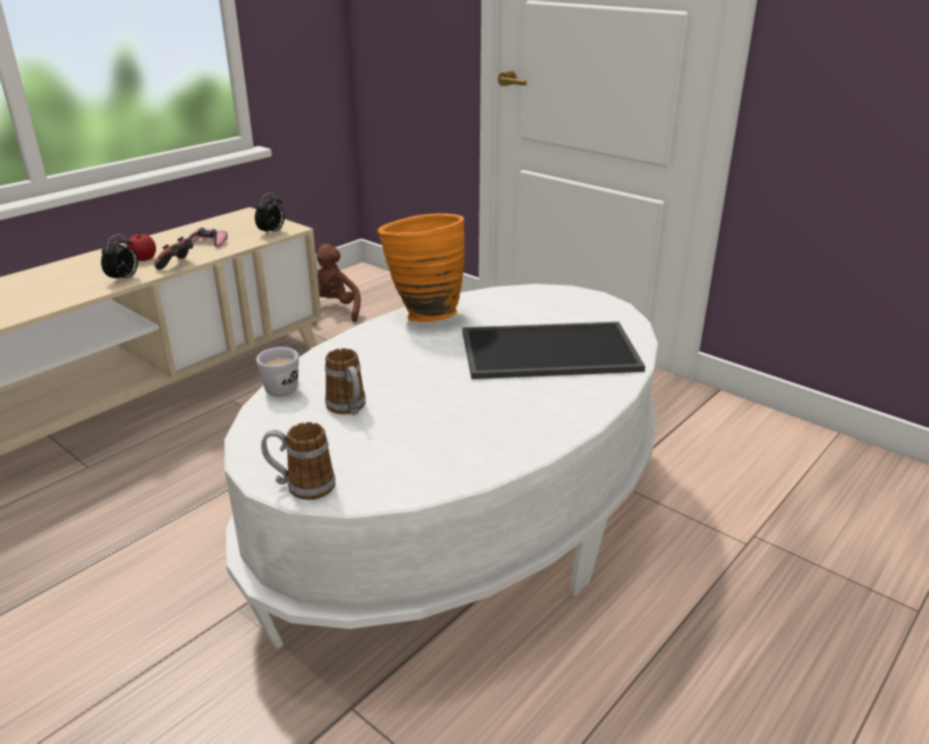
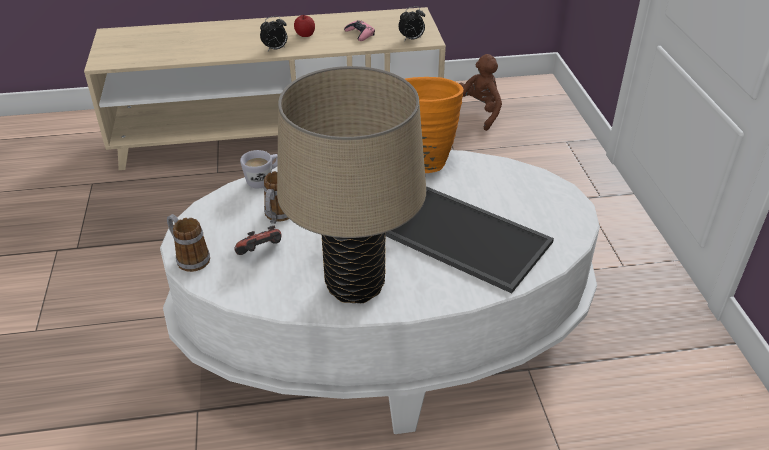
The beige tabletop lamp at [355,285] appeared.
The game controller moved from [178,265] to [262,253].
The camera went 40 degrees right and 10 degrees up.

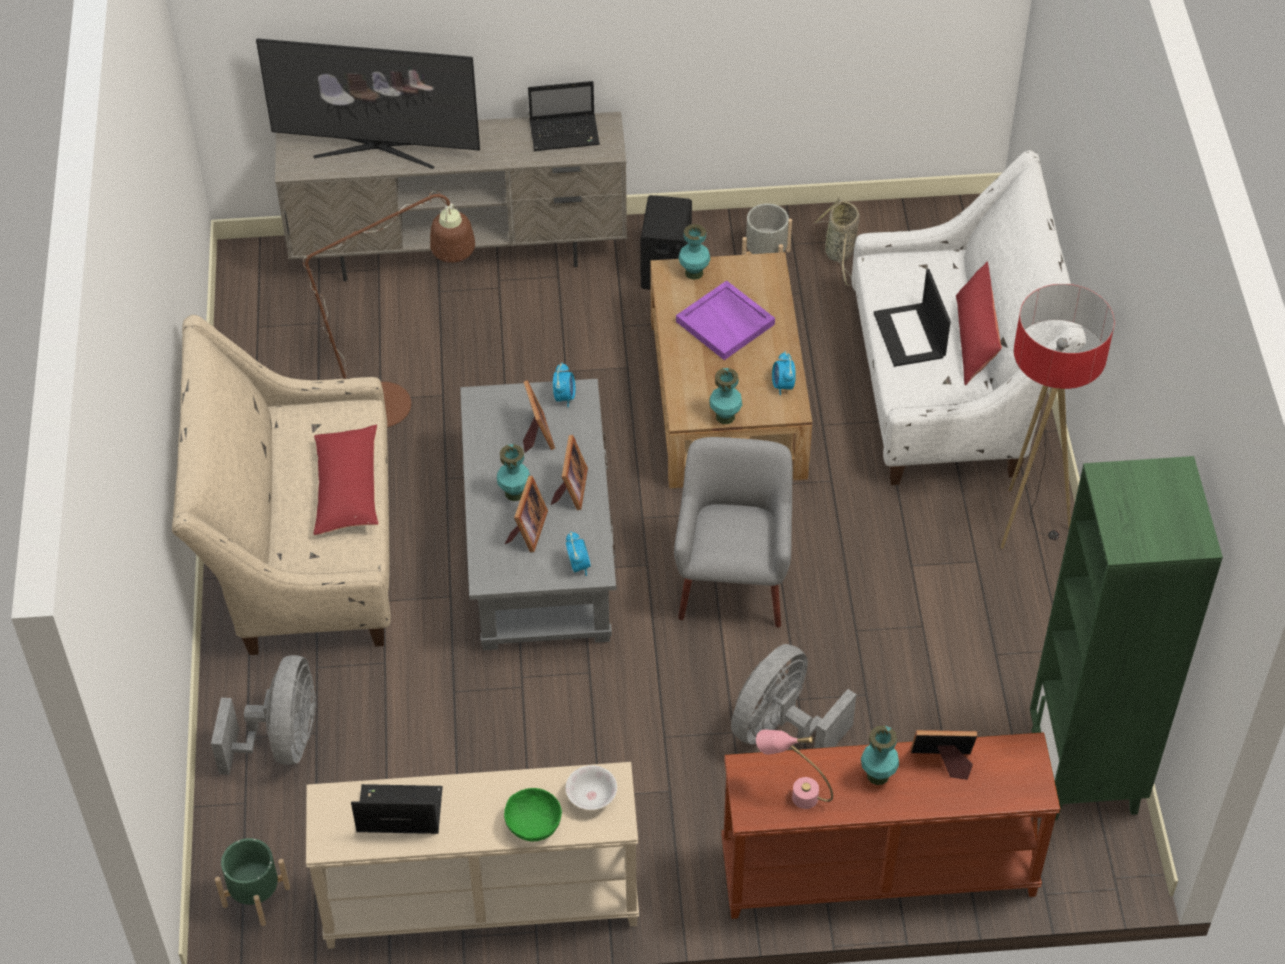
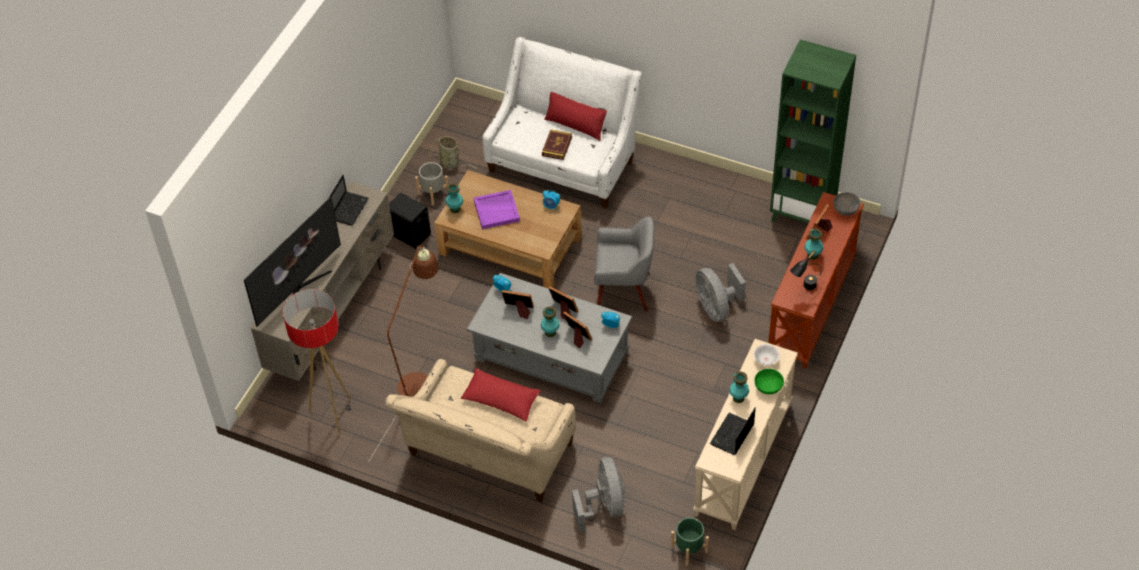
The grey deep dish at [846,209] appeared.
The turquoise-coloured flower vase moved from [725,417] to [738,398].
The standing lamp moved from [1027,522] to [333,414].
The notebook computer at [910,336] was replaced by the book at [557,146].
The pink tabletop lamp at [793,792] became the black tabletop lamp at [805,288].
The grey cooling fan at [282,741] turned 45 degrees clockwise.
The grey easy chair at [733,583] turned 150 degrees clockwise.
The camera went 60 degrees left and 0 degrees up.

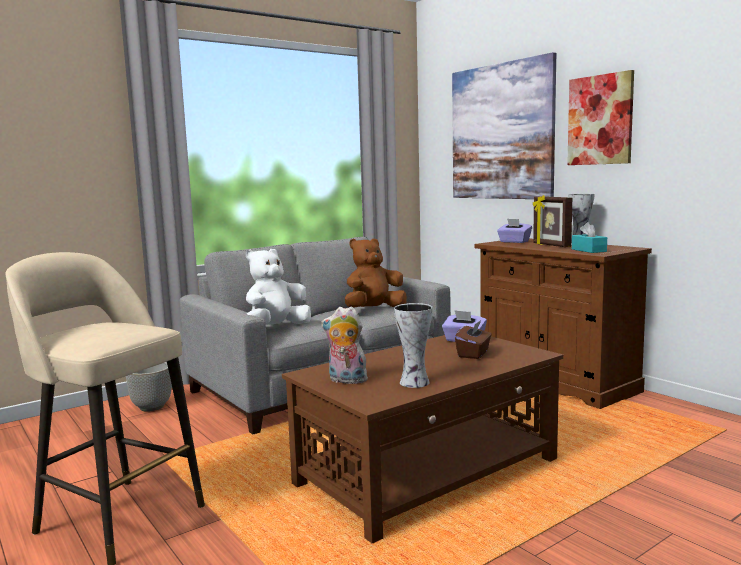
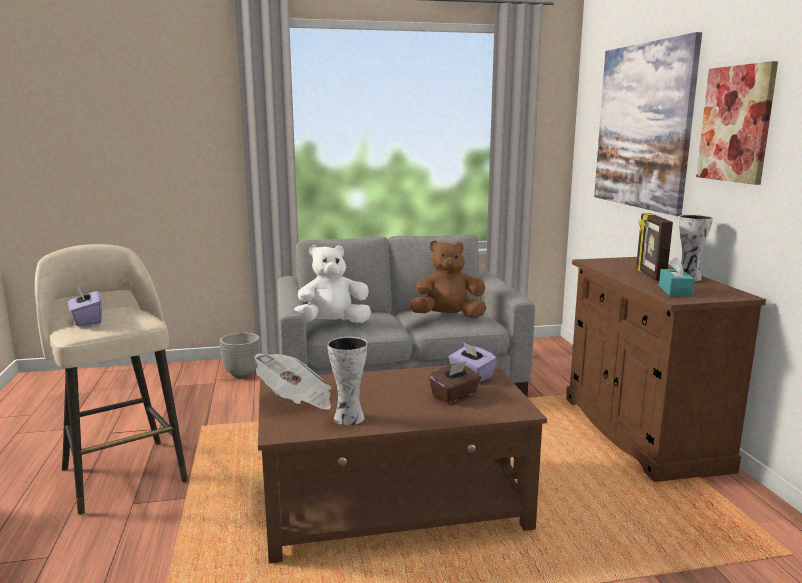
The purple-coloured box of tissues moved from [514,242] to [87,320].
The soft toy at [346,380] was replaced by the daily paper at [296,400].
The camera went 25 degrees right and 5 degrees up.

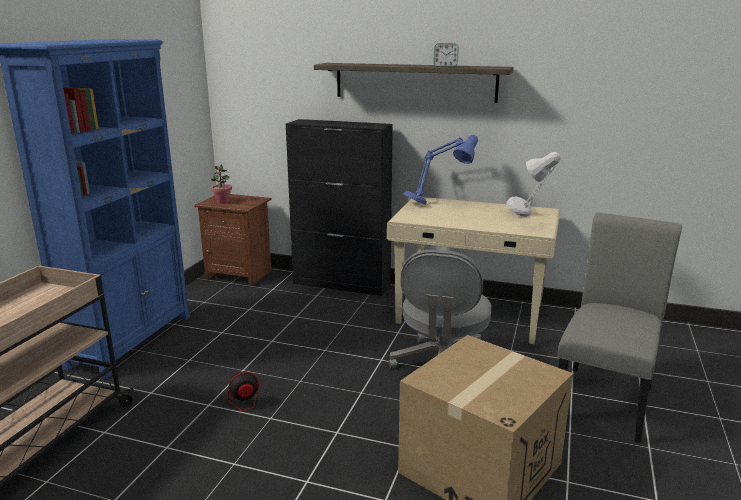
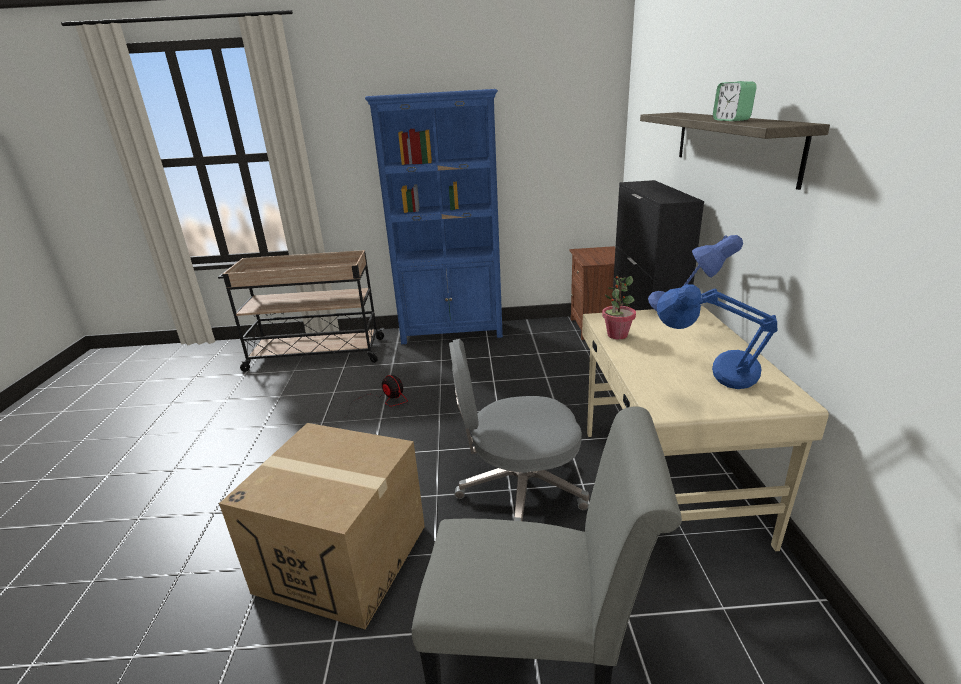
The potted plant moved from [222,202] to [617,335].
The grey tabletop lamp at [530,221] became the bluish tabletop lamp at [711,394].
The camera went 70 degrees right and 5 degrees up.

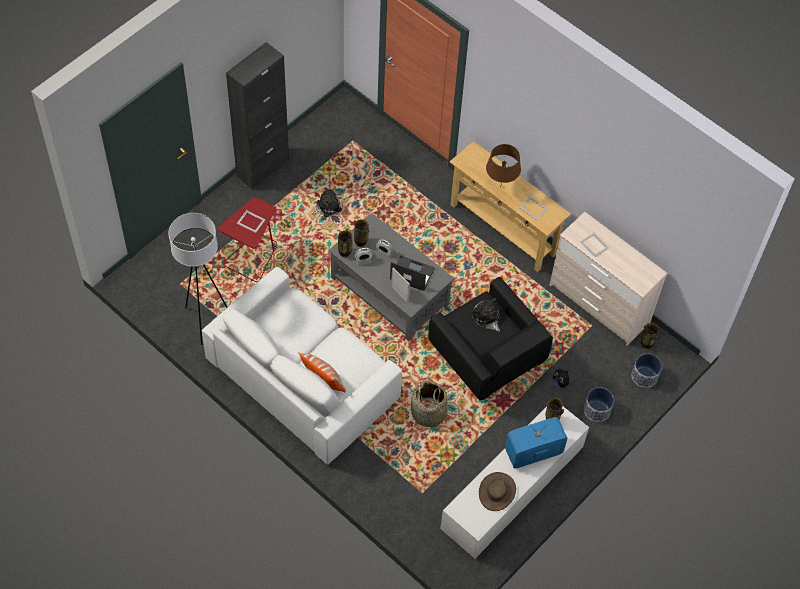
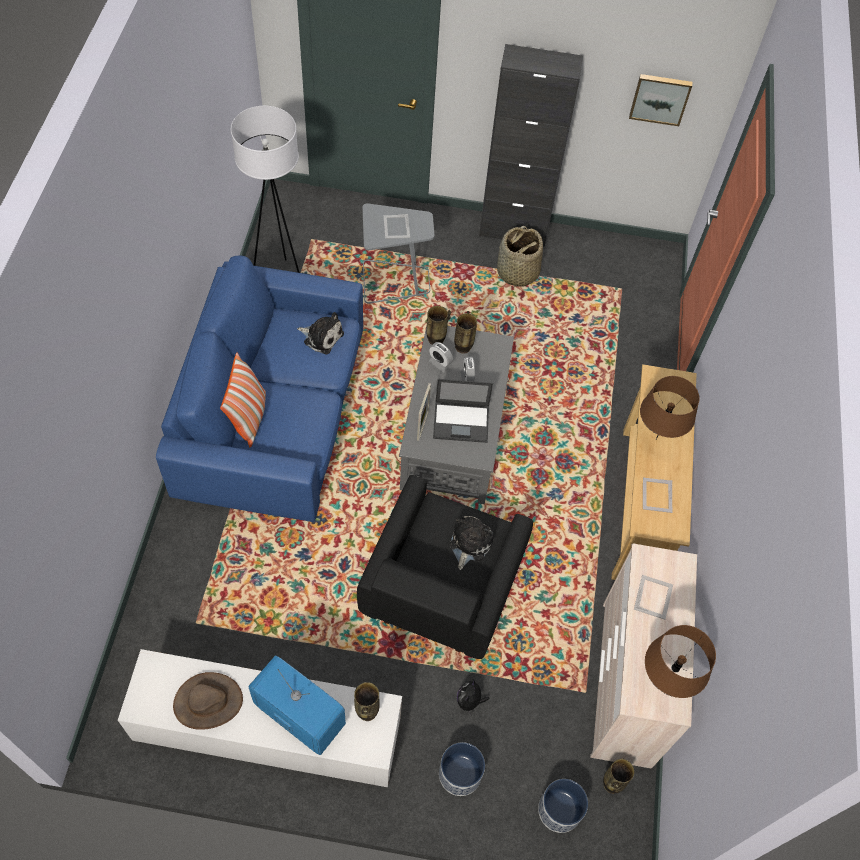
The wall picture at [660,98] appeared.
The brownish tabletop lamp at [663,684] appeared.
The soft toy moved from [327,207] to [321,337].
The household basket moved from [429,413] to [517,272].
The white-coloured couch at [303,378] became the bluish couch at [274,411].
The red-coloured accent table at [252,257] became the grey accent table at [394,281].
The notebook computer at [411,273] turned 105 degrees clockwise.
The camera went 55 degrees right and 0 degrees up.

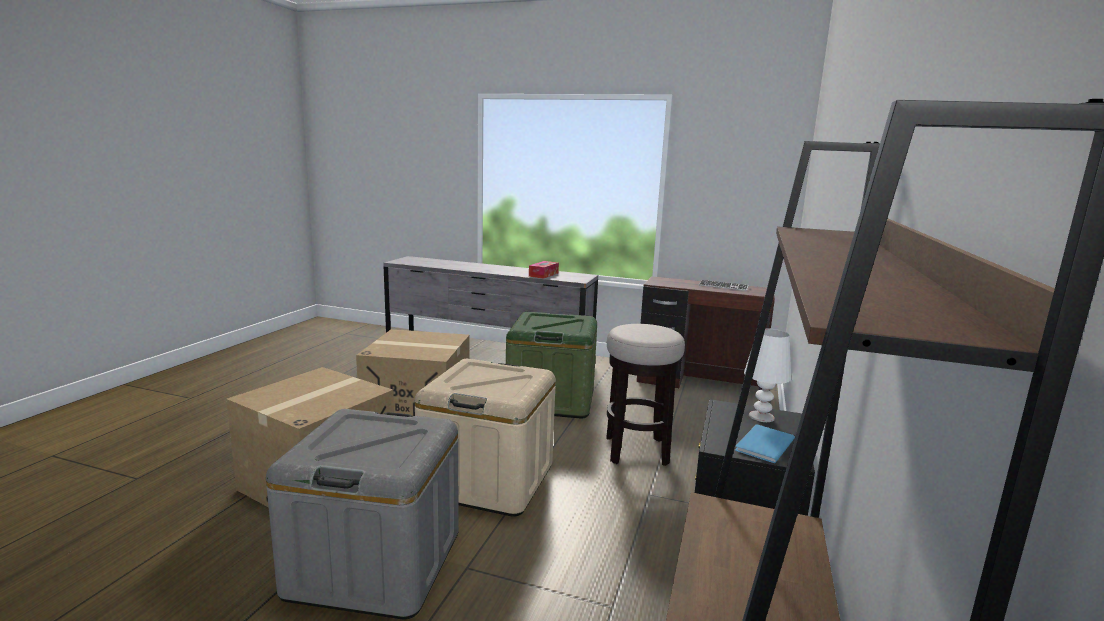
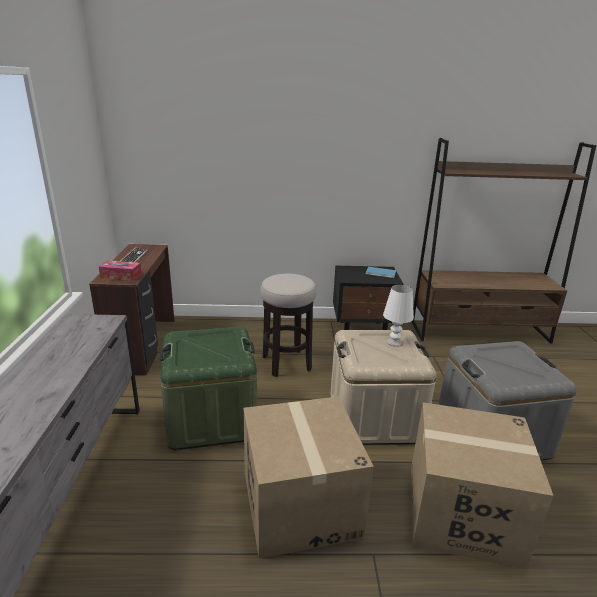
The box of tissues moved from [543,274] to [121,275].
The white-coloured tabletop lamp moved from [761,417] to [394,342].
The camera went 110 degrees left and 10 degrees up.

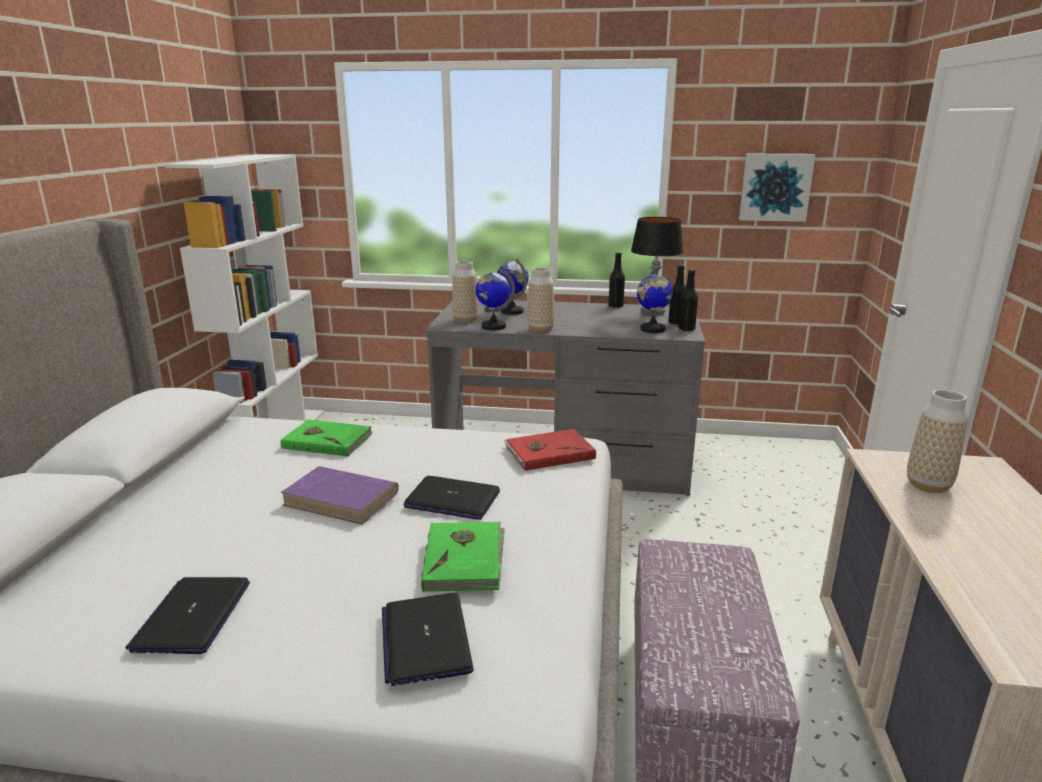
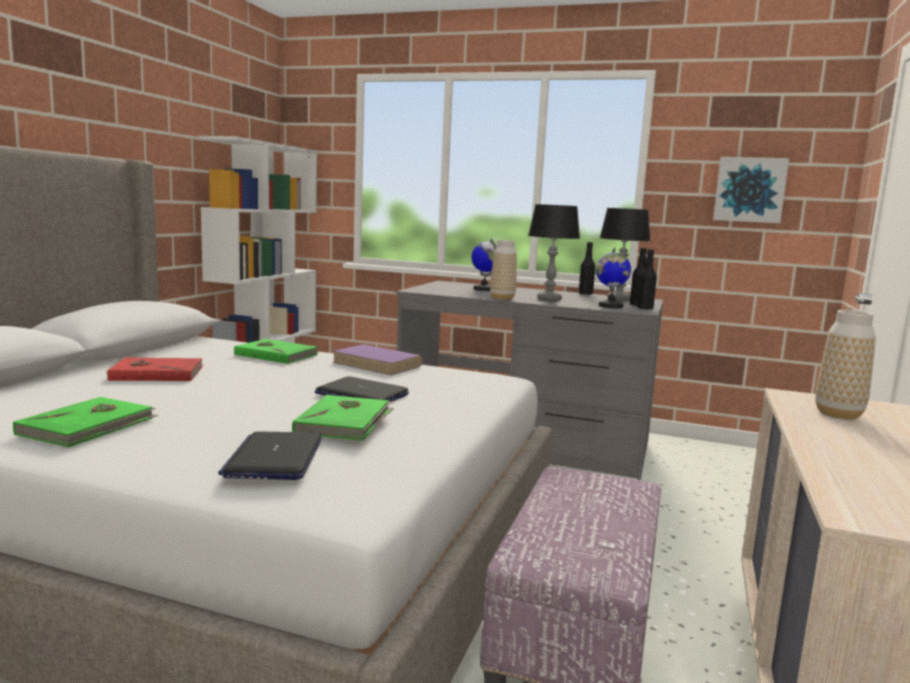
The flower vase at [465,320] disappeared.
The globe at [493,326] disappeared.
The tabletop lamp at [549,299] appeared.
The purple-coloured book moved from [342,499] to [378,364].
The red-coloured book moved from [549,452] to [156,373].
The notebook computer at [192,616] was replaced by the green book at [89,426].
The camera went 10 degrees right and 10 degrees down.

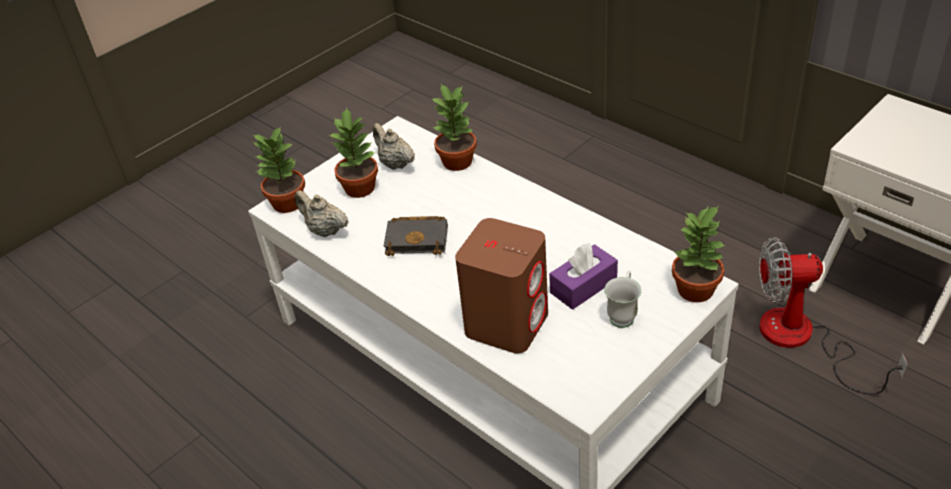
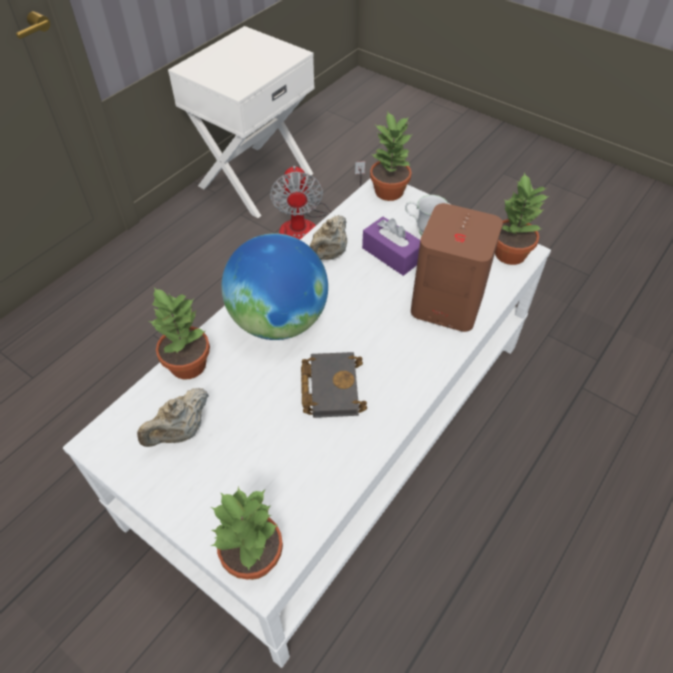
The globe at [278,321] appeared.
The beige pot for tea moved from [324,230] to [328,254].
The potted plant moved from [360,188] to [509,253].
The camera went 100 degrees left and 10 degrees up.

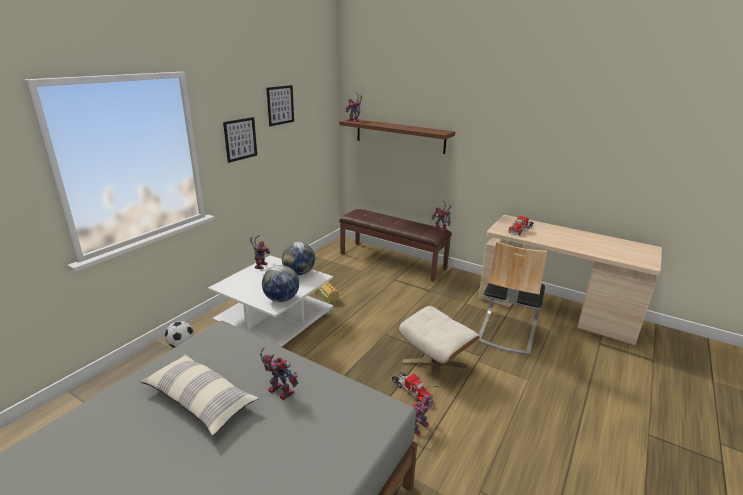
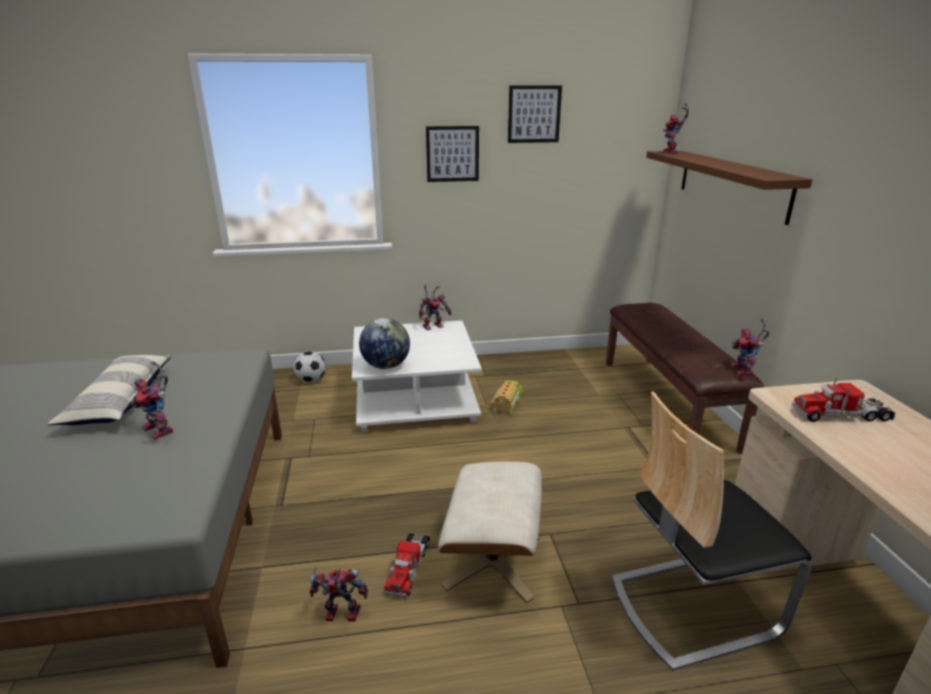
The globe at [299,273] disappeared.
The model robot at [278,391] turned 135 degrees clockwise.
The camera went 50 degrees right and 0 degrees up.

